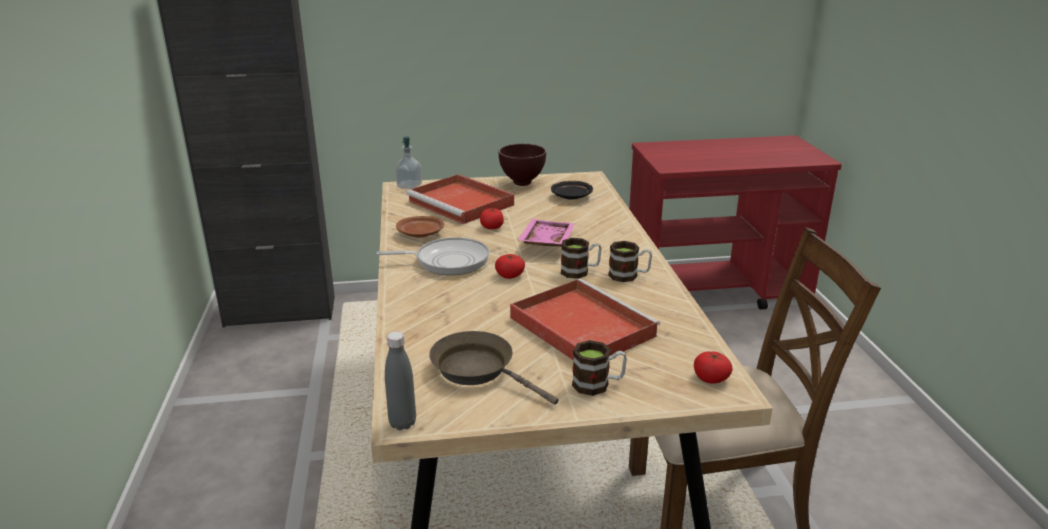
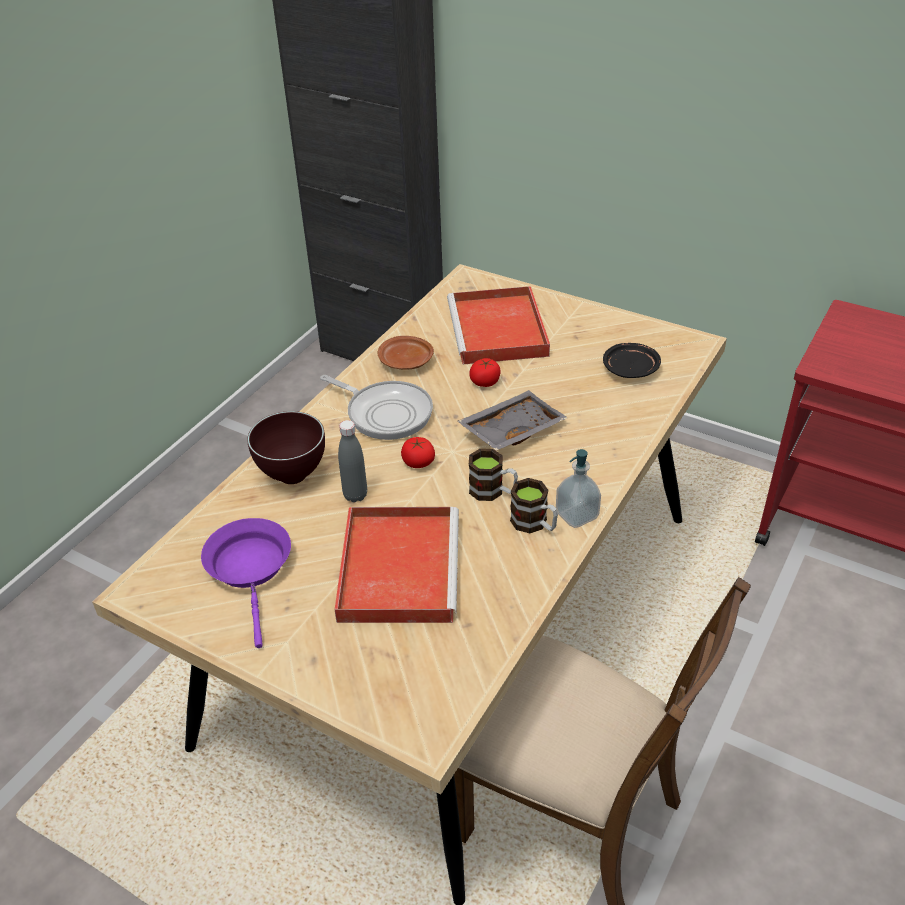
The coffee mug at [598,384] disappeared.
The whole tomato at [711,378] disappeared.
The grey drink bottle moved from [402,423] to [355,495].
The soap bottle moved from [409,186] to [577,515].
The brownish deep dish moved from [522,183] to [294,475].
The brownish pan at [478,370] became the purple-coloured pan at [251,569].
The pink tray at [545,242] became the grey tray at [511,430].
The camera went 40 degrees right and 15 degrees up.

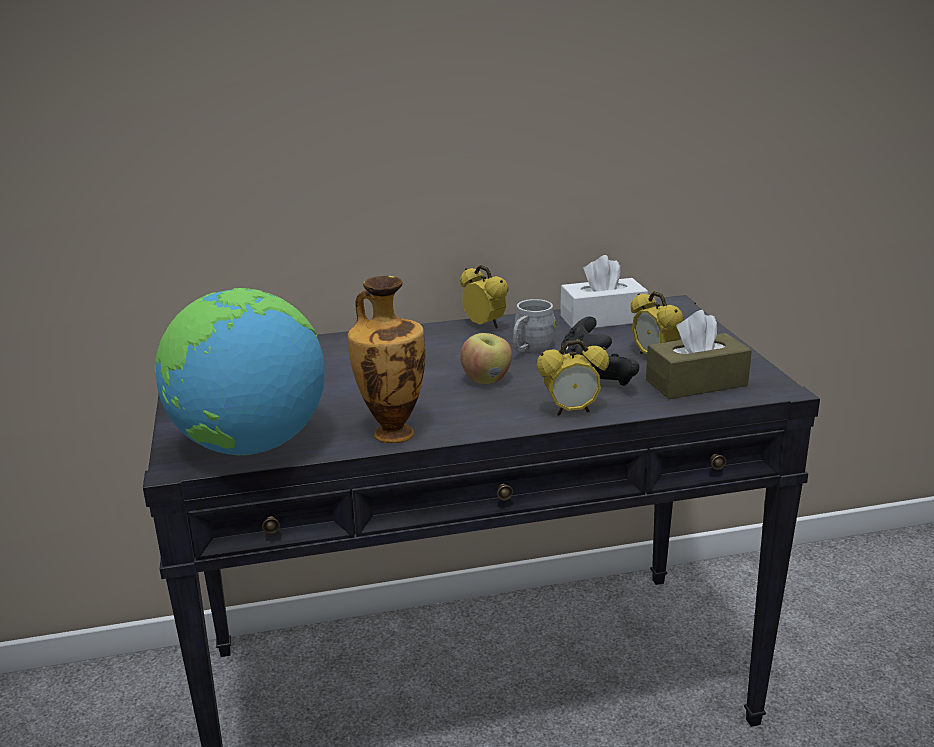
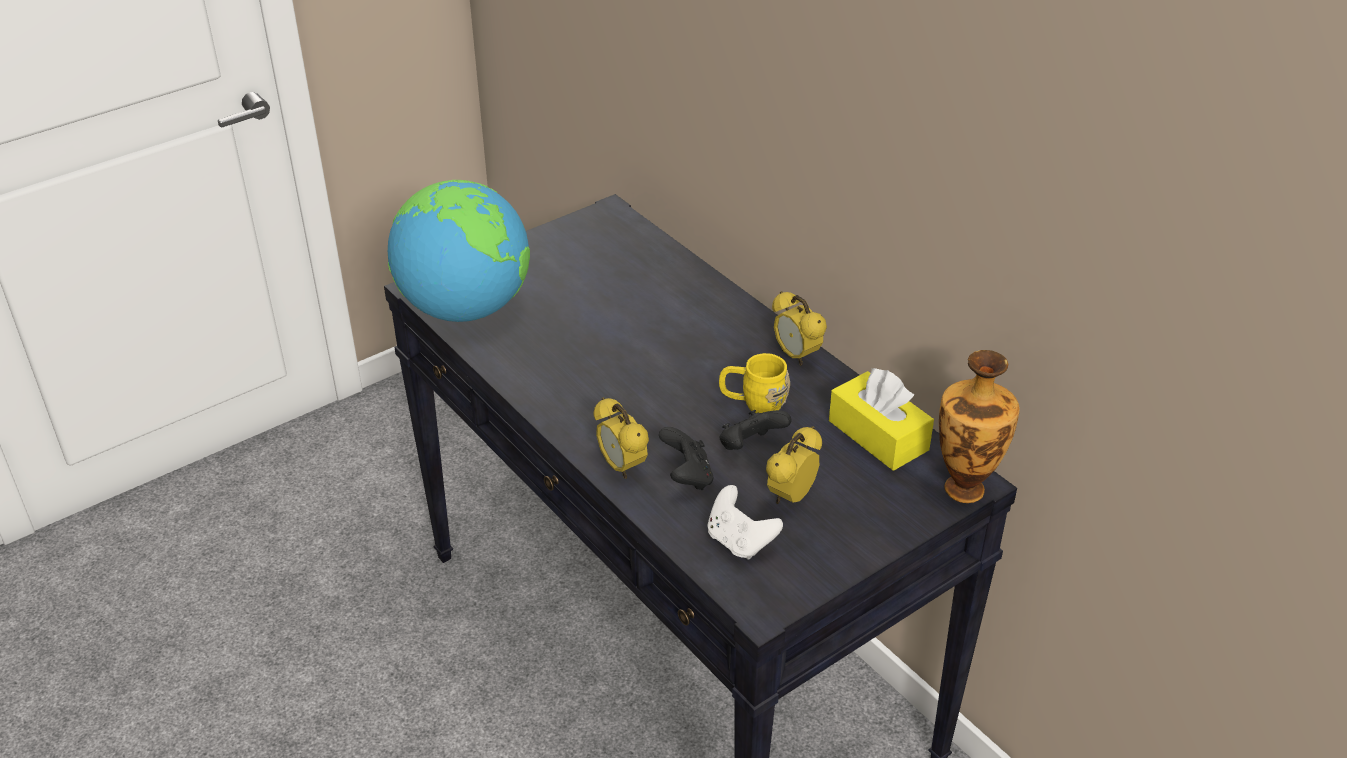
The apple fruit at [487,380] disappeared.
The flower vase moved from [392,432] to [965,487].
The brownish box of tissues at [696,383] was replaced by the white-coloured game controller at [740,541].
The grey coffee mug at [530,349] became the yellow coffee mug at [753,403].
The white-coloured box of tissues at [603,319] became the yellow box of tissues at [878,435].
The table clock at [484,326] turned 120 degrees clockwise.
The camera went 65 degrees right and 15 degrees up.

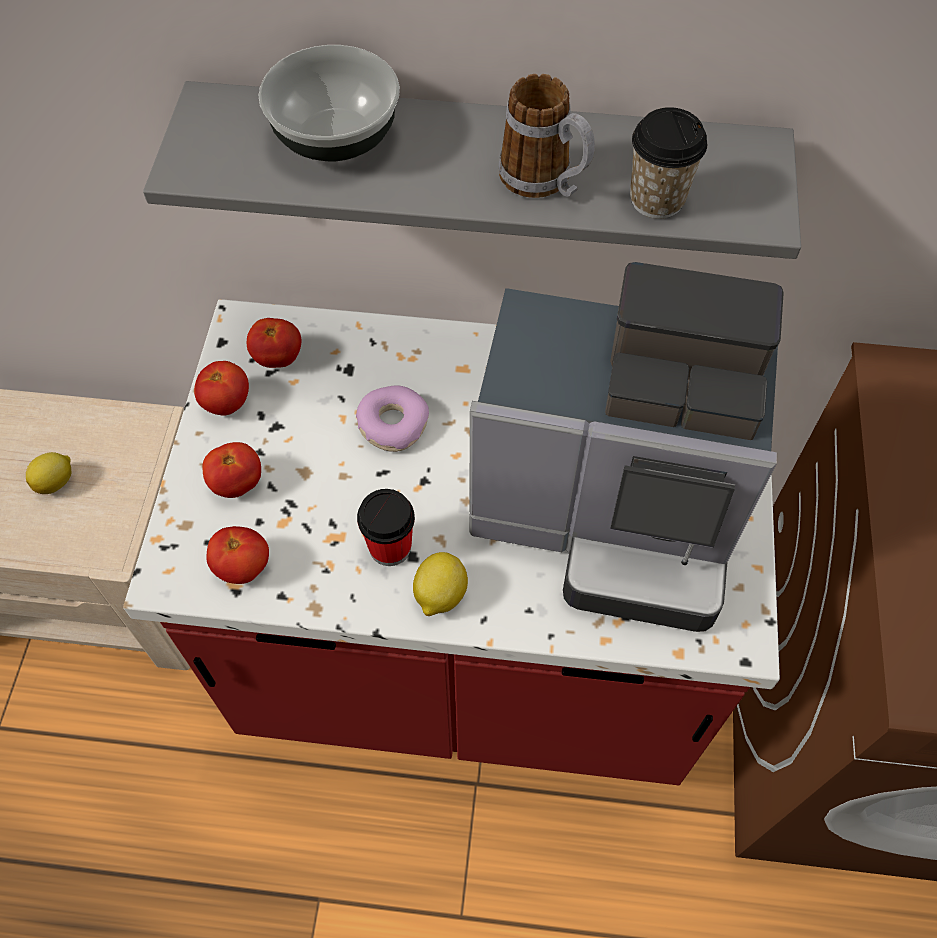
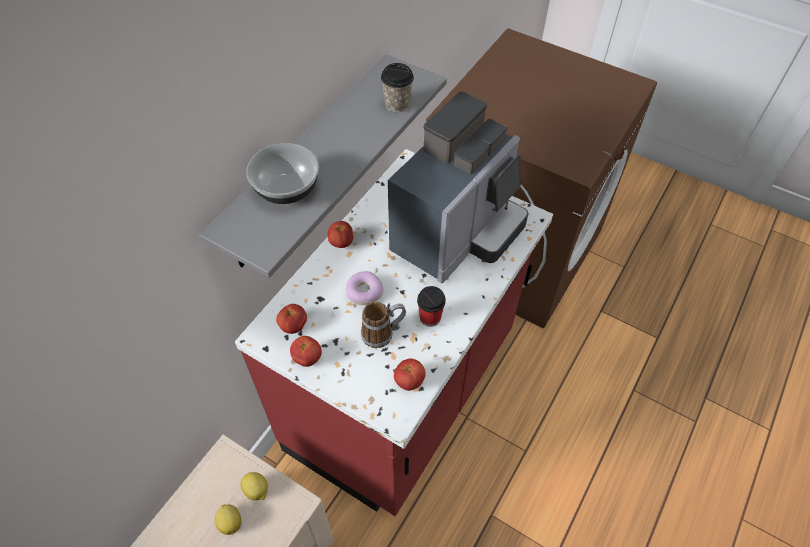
The whole tomato moved from [237,483] to [341,243].
The citrus fruit moved from [439,595] to [256,490].
The coffee mug moved from [545,182] to [383,333].
The camera went 65 degrees left and 5 degrees down.

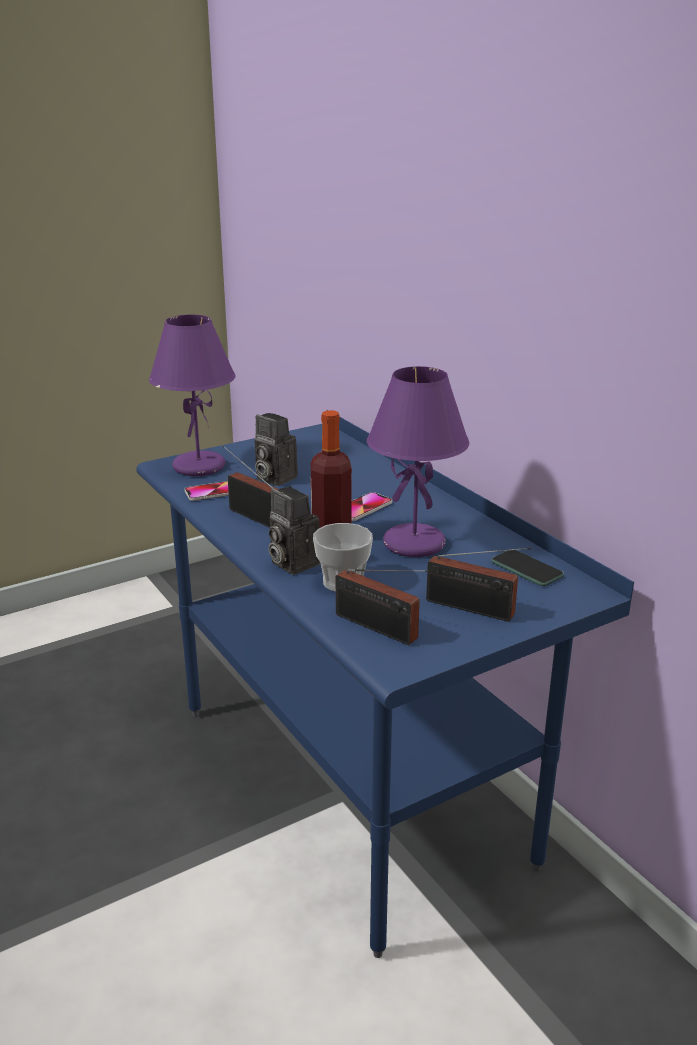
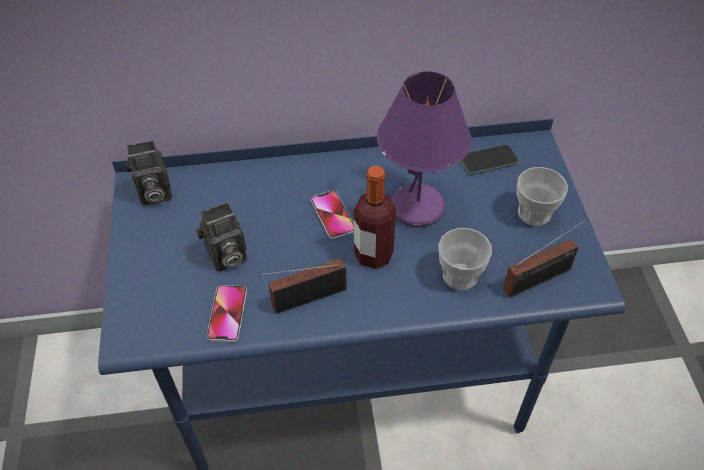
The purple-coloured tabletop lamp at [199,466] disappeared.
The photo camera moved from [291,563] to [153,194].
The radio set at [474,609] was replaced by the drinking cup at [534,213].
The camera went 65 degrees left and 25 degrees up.

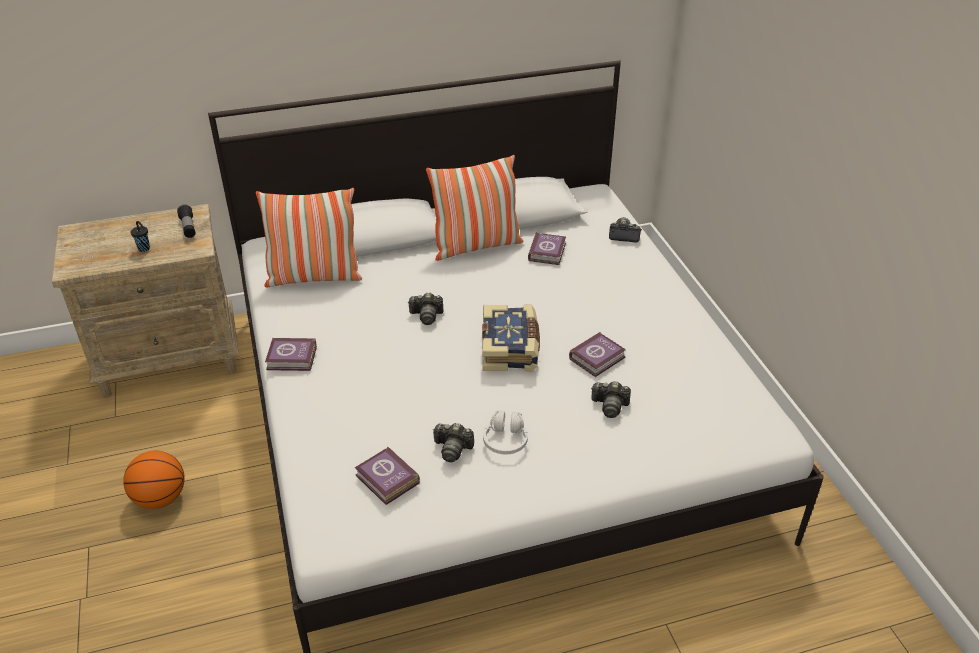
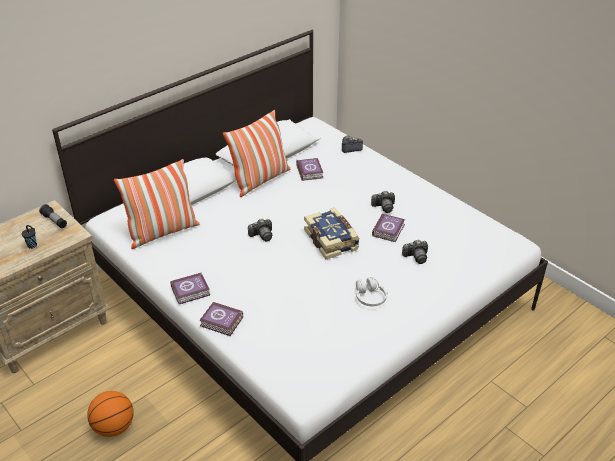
The book moved from [387,480] to [222,322].
The photo camera moved from [452,449] to [384,207].
The camera went 25 degrees left and 0 degrees up.

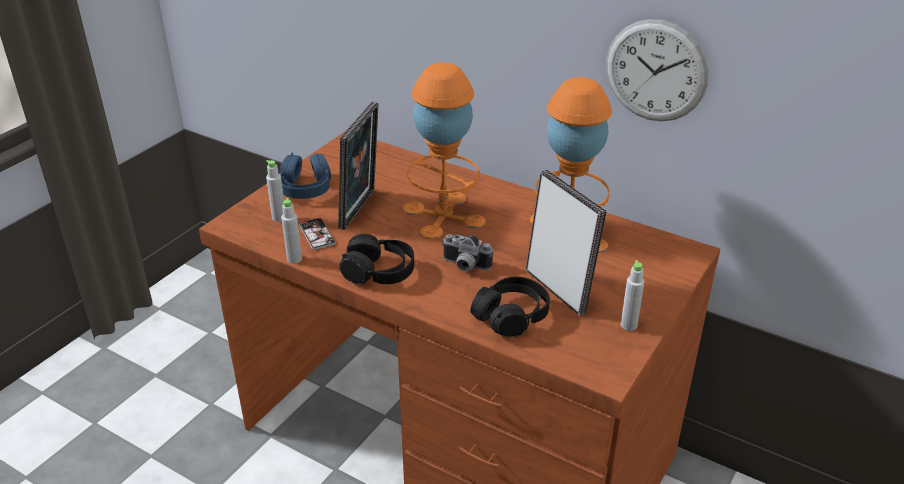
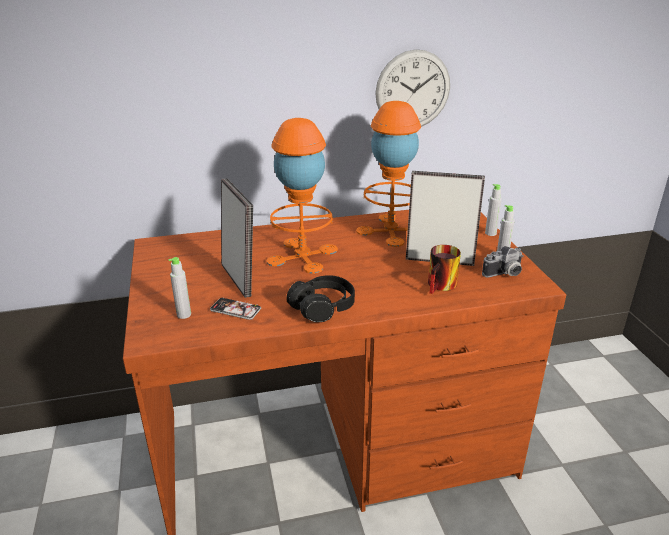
The bluish headset at [305,188] disappeared.
The grey drink bottle moved from [294,259] to [490,233].
The photo camera moved from [464,266] to [504,274].
The black headset at [511,316] was replaced by the coffee mug at [442,286].
The camera went 45 degrees left and 5 degrees down.

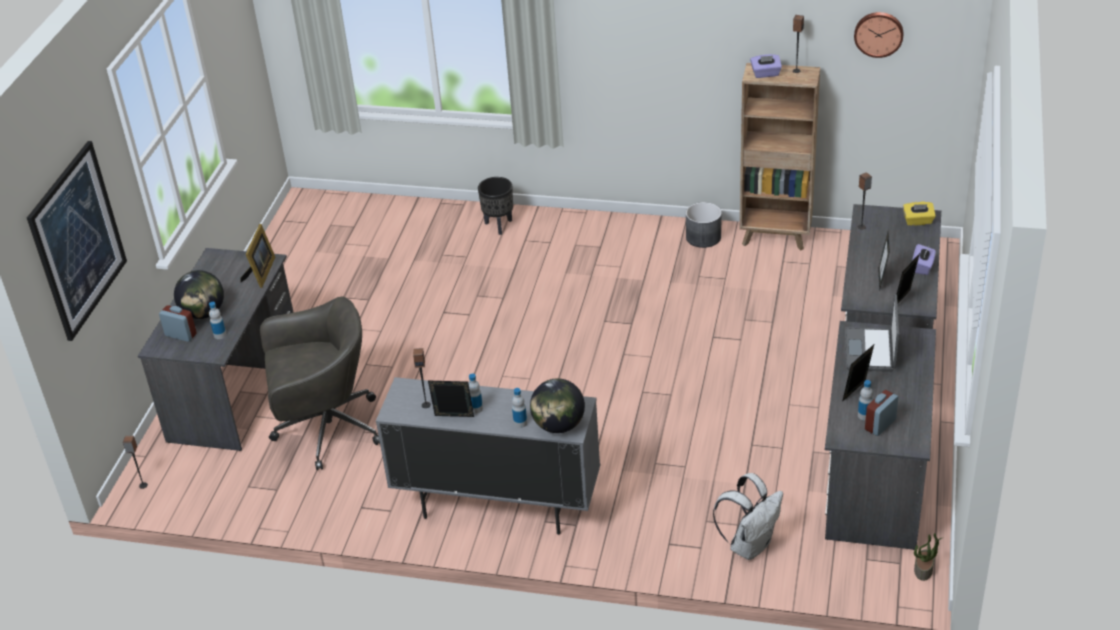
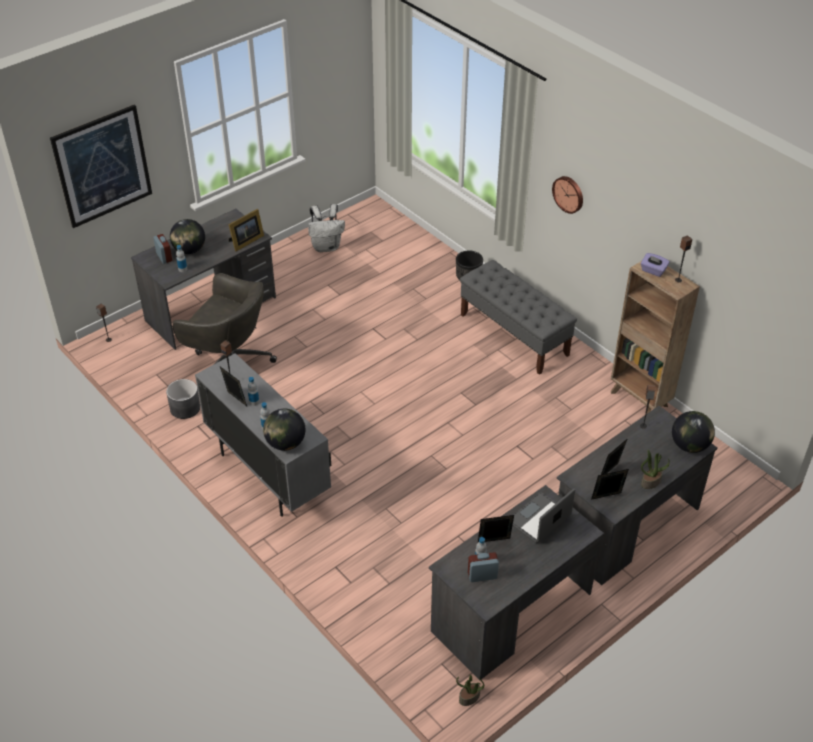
The grey indoor bench at [514,335] appeared.
The grey flower pot moved from [703,237] to [185,408].
The white-coloured backpack moved from [750,545] to [327,247].
The hanging clock moved from [878,33] to [569,194].
The yellow box of tissues at [918,221] was replaced by the globe at [689,445].
The purple-coloured box of tissues at [922,267] was replaced by the potted plant at [650,482].
The camera went 35 degrees right and 5 degrees up.

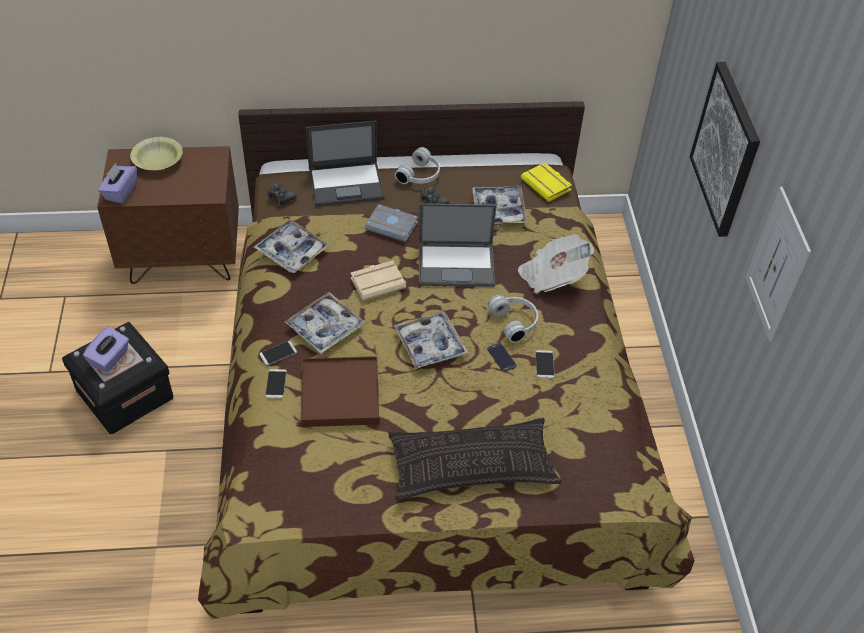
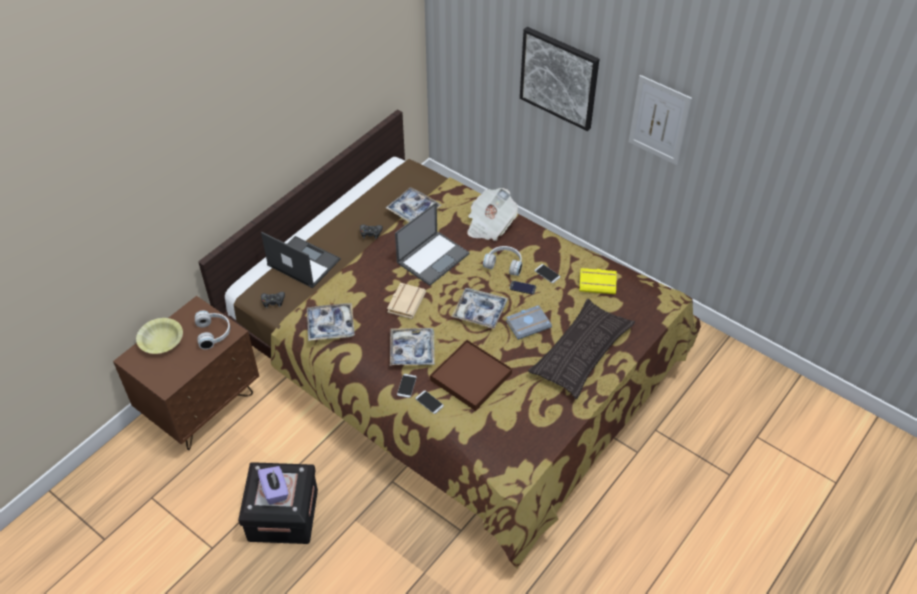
The purple-coloured box of tissues at [120,192] disappeared.
The grey book moved from [393,226] to [528,323].
The white-coloured headset moved from [421,175] to [214,333].
The yellow book moved from [547,185] to [598,283].
The notebook computer at [347,184] turned 90 degrees counterclockwise.
The camera went 45 degrees left and 0 degrees up.

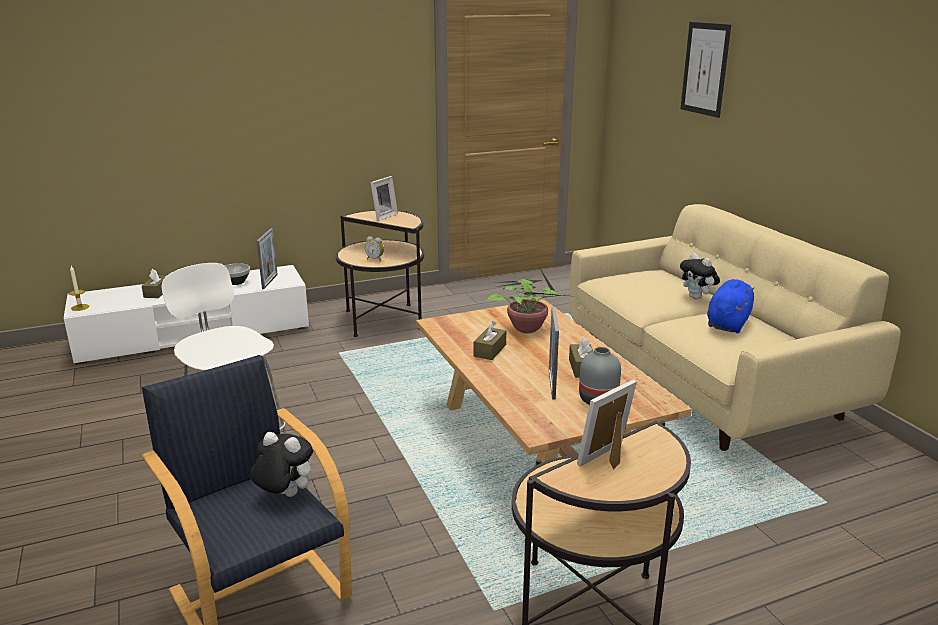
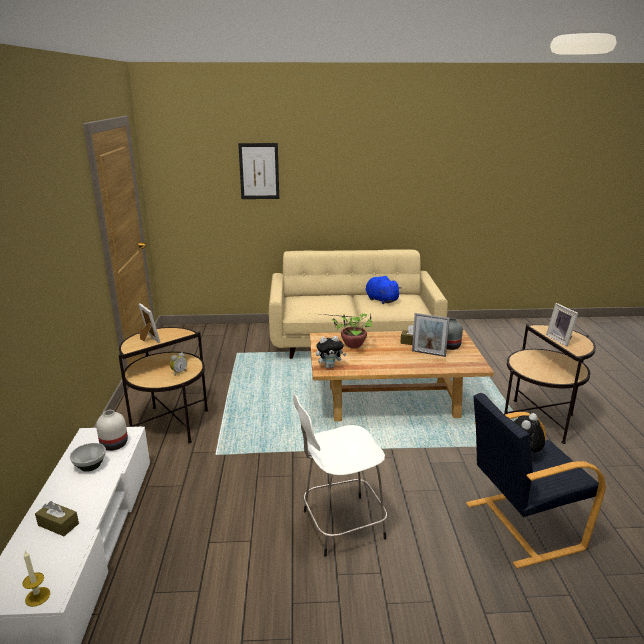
The brownish box of tissues at [490,350] disappeared.
The soft toy moved from [697,298] to [330,366].
The standing frame at [270,281] was replaced by the white-coloured flower vase at [113,445].
The camera went 70 degrees left and 0 degrees up.

